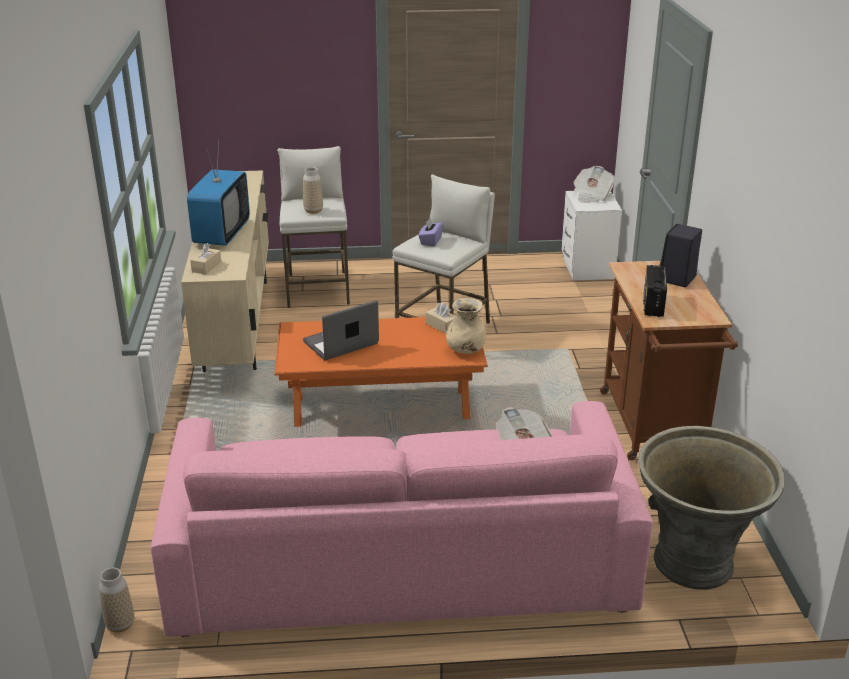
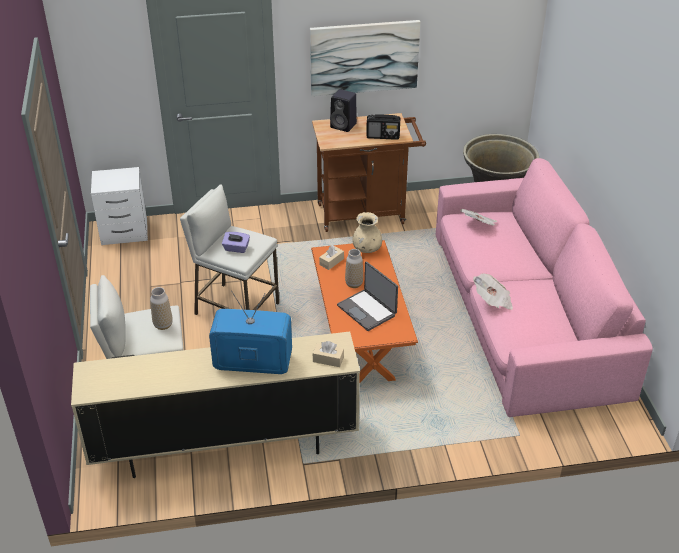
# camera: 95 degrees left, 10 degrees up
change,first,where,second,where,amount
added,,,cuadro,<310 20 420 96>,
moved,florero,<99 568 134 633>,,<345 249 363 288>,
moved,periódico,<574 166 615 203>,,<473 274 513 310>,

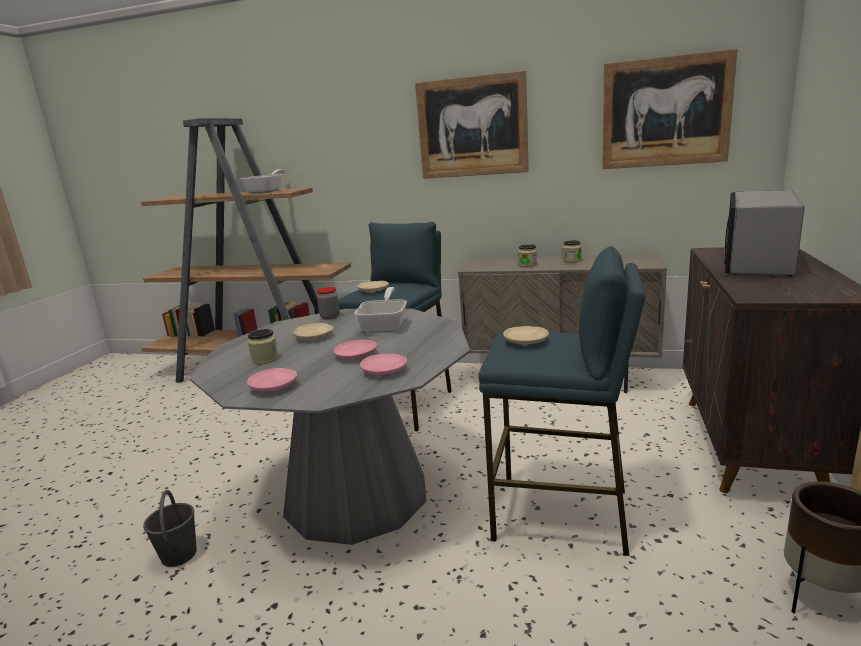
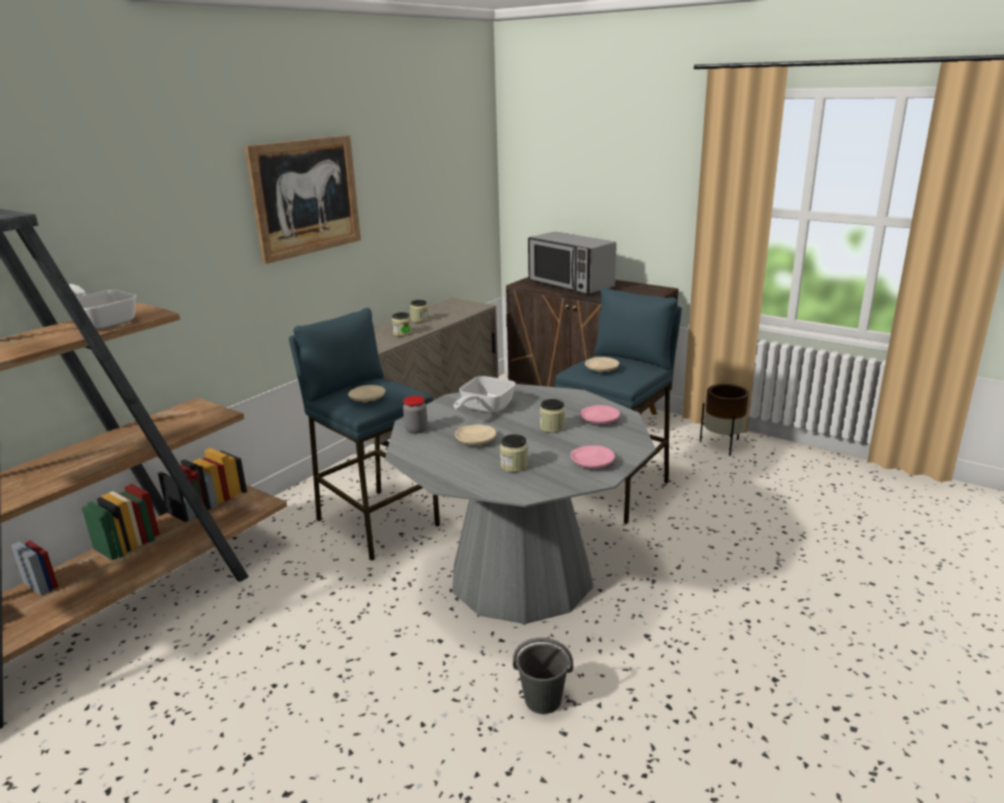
# camera: 70 degrees left, 5 degrees up
change,first,where,second,where,amount
turned,sartén,<354 287 407 333>,,<453 376 515 413>,90 degrees counterclockwise
replaced,plato/rosa,<333 340 377 360>,tarro,<540 399 565 433>,
removed,cuadro,<602 49 737 169>,,,

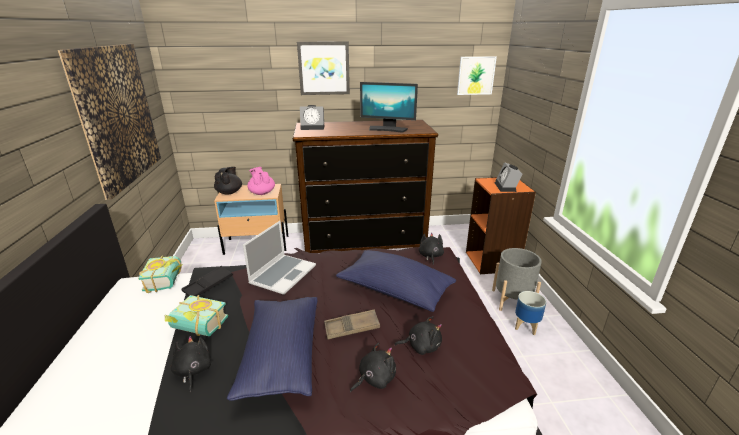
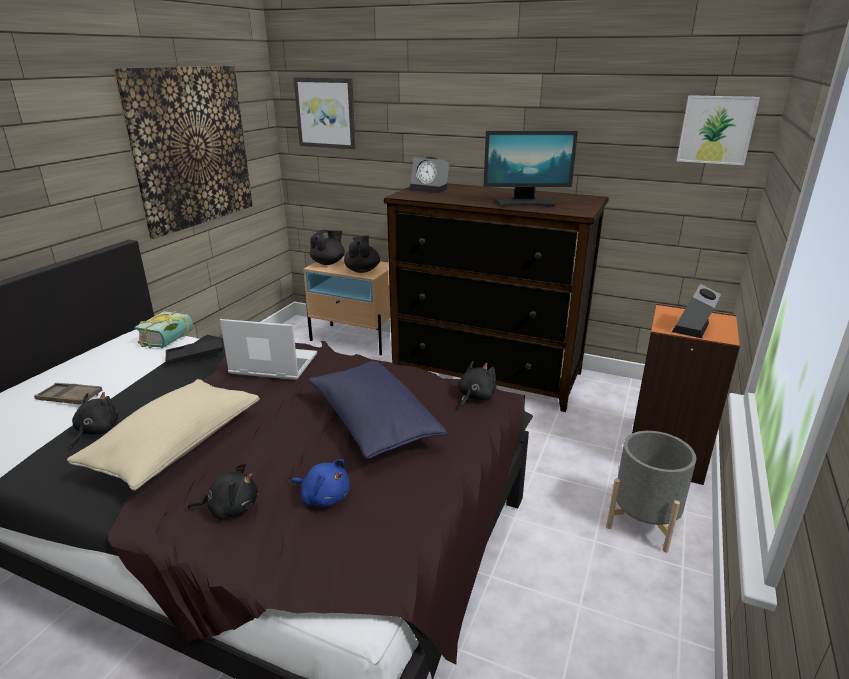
# camera: 30 degrees right, 0 degrees up
change,first,where,second,where,amount
moved,bandeja/marrón,<324 309 380 339>,,<34 383 103 404>,
recoloured,cojín/azul,<227 297 317 401>,cojín/beis,<67 379 260 491>,
turned,portátil,<243 221 316 295>,,<220 319 317 380>,135 degrees counterclockwise
recoloured,peluche/negro,<394 316 442 355>,peluche/azul,<291 459 350 507>,
moved,cuadro,<297 42 350 95>,,<293 77 356 149>,
recoloured,tetera/rosa,<247 167 275 195>,tetera/negro,<344 235 380 273>,
turned,monitor,<360 82 418 133>,,<483 131 578 207>,45 degrees counterclockwise
removed,libro,<165 295 228 336>,,,
removed,maceta,<515 291 546 335>,,,

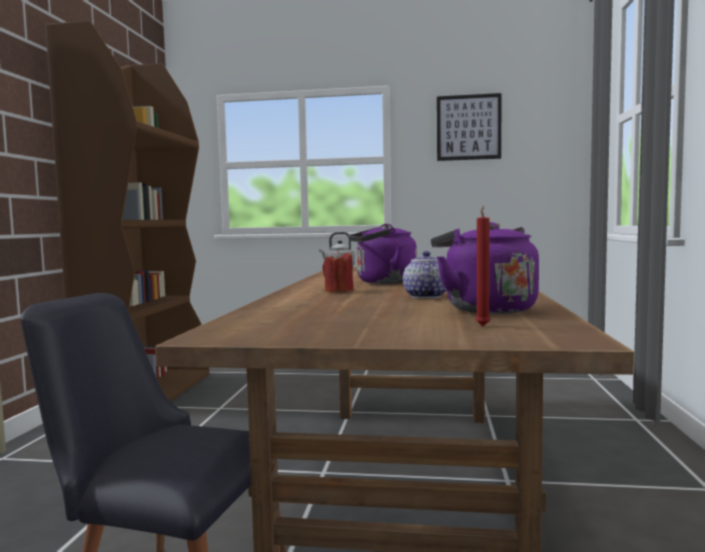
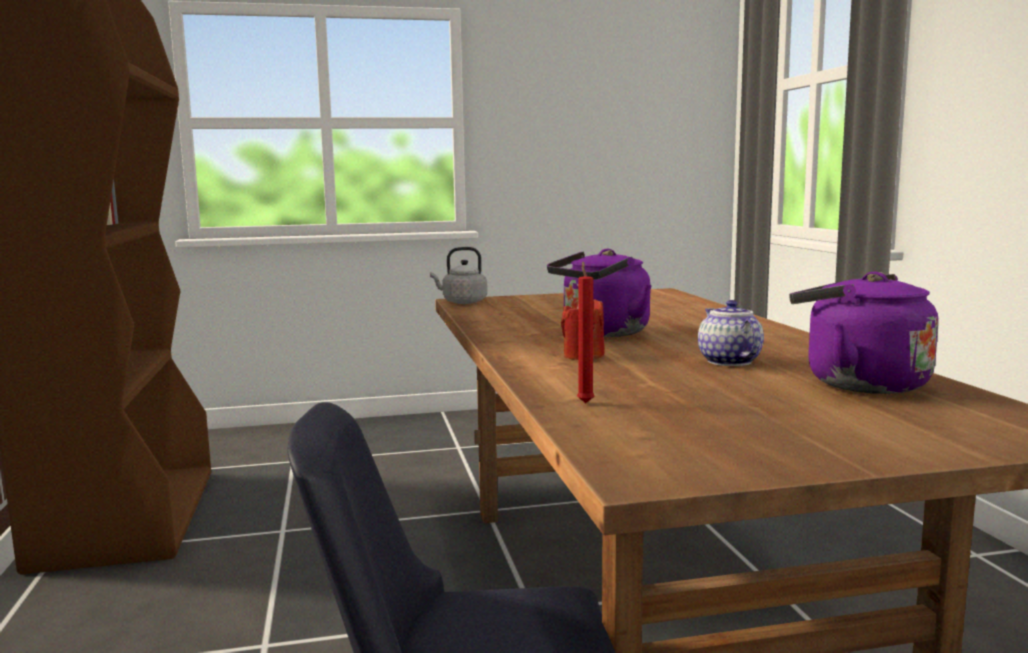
# camera: 20 degrees left, 5 degrees up
change,first,where,second,where,amount
moved,vela/rojo,<475 206 490 326>,,<577 262 594 403>,
removed,cuadro,<437 93 502 161>,,,

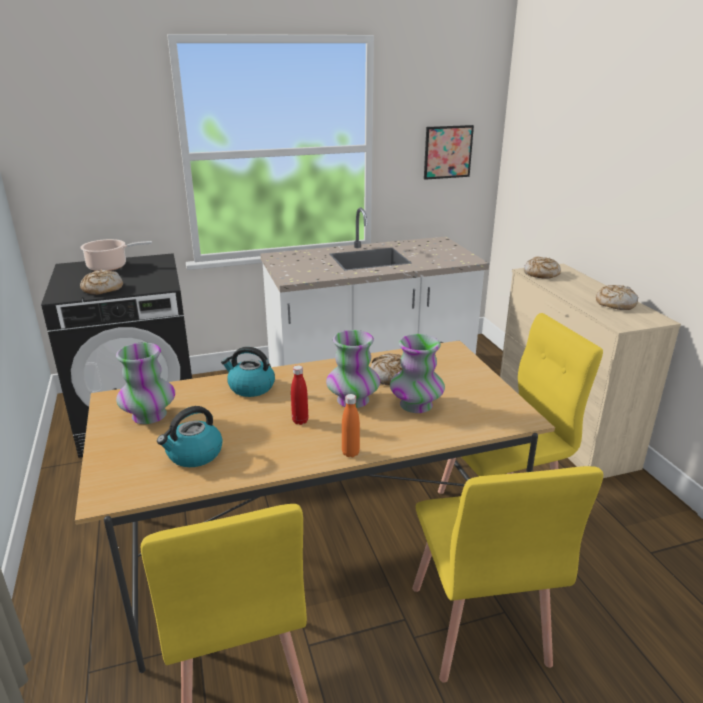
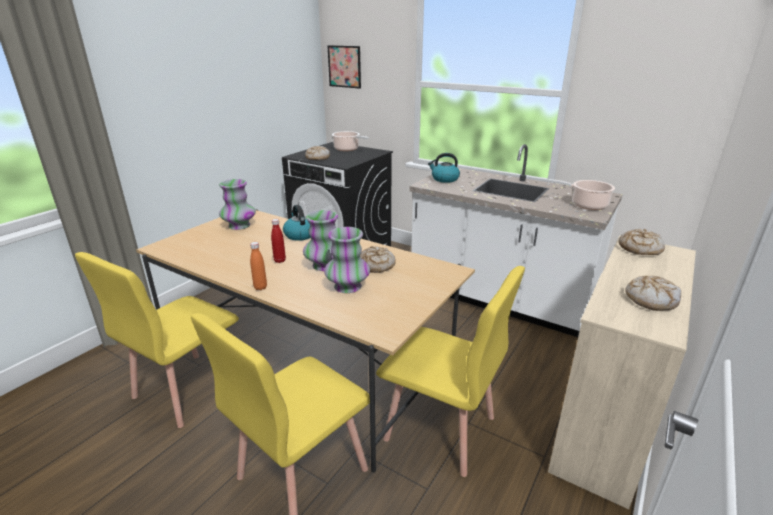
# camera: 50 degrees right, 0 degrees up
change,first,where,second,where,amount
moved,cuadro,<424 125 474 180>,,<327 45 361 89>,
moved,hervidor,<157 406 223 467>,,<428 153 460 183>,
added,,,olla,<548 179 615 210>,

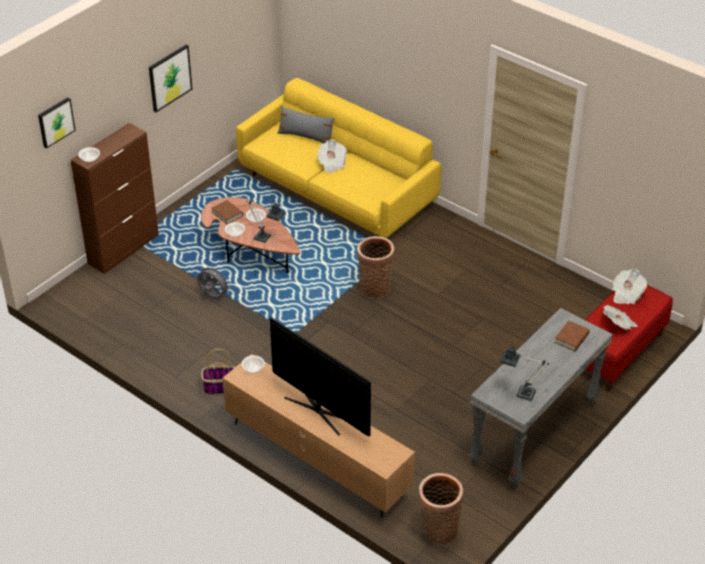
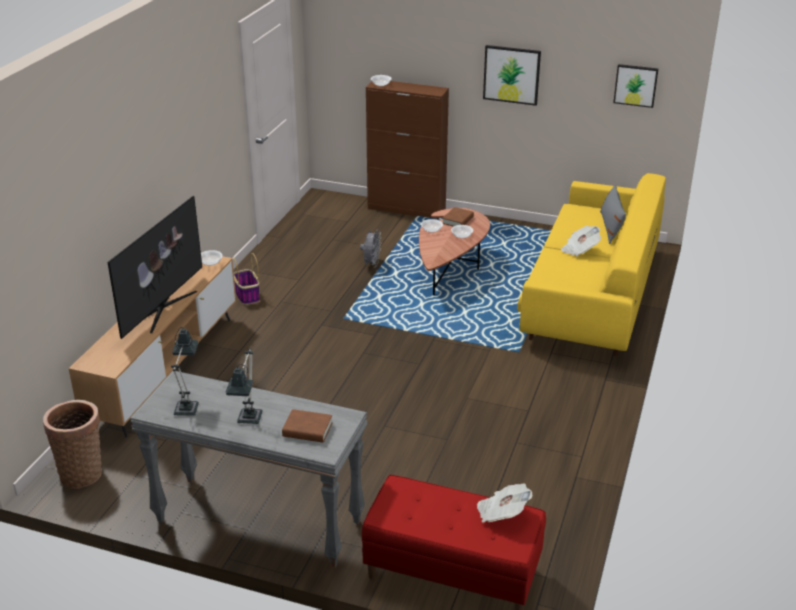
# camera: 70 degrees right, 10 degrees down
change,first,where,second,where,amount
moved,lámpara de mesa,<246 200 285 243>,,<226 349 263 424>,
moved,cuadro,<38 97 76 148>,,<613 64 658 108>,
removed,cesta,<357 236 394 298>,,,
removed,periódico,<603 305 638 330>,,,

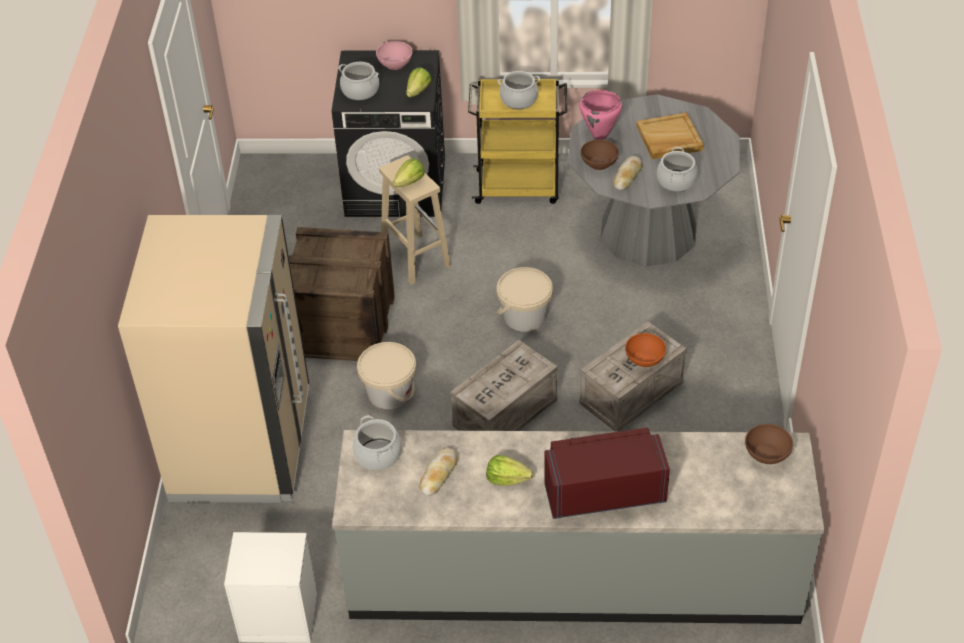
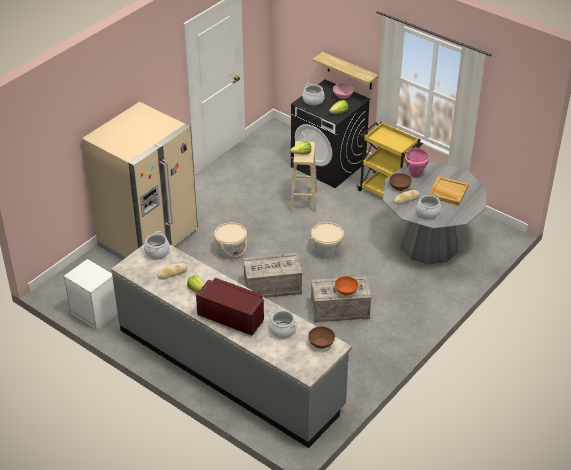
# camera: 35 degrees right, 5 degrees down
change,first,where,second,where,amount
moved,olla,<498 71 540 109>,,<269 310 297 339>,
added,,,estante,<312 52 379 89>,
removed,caja de embalaje,<289 227 395 361>,,,

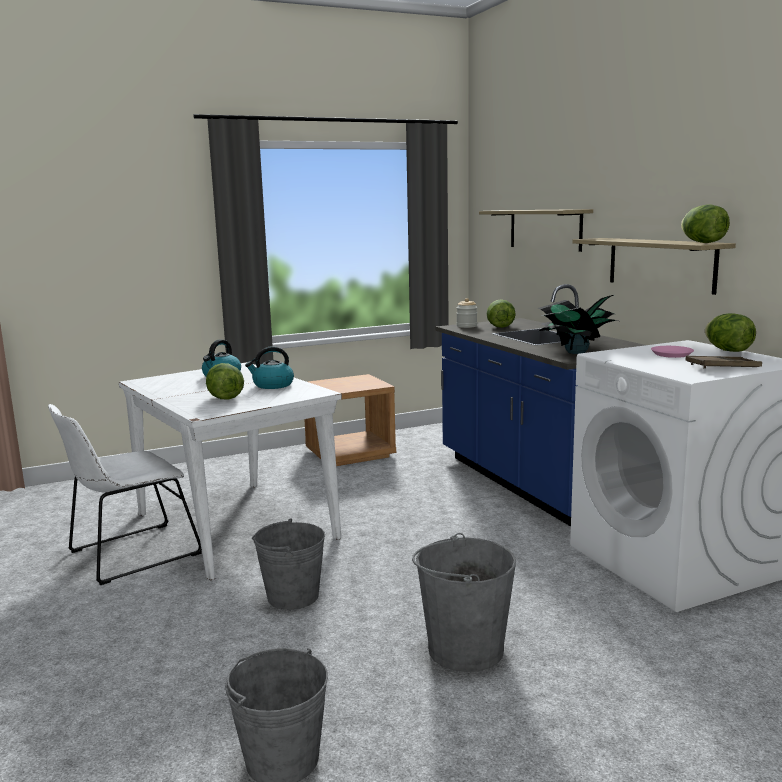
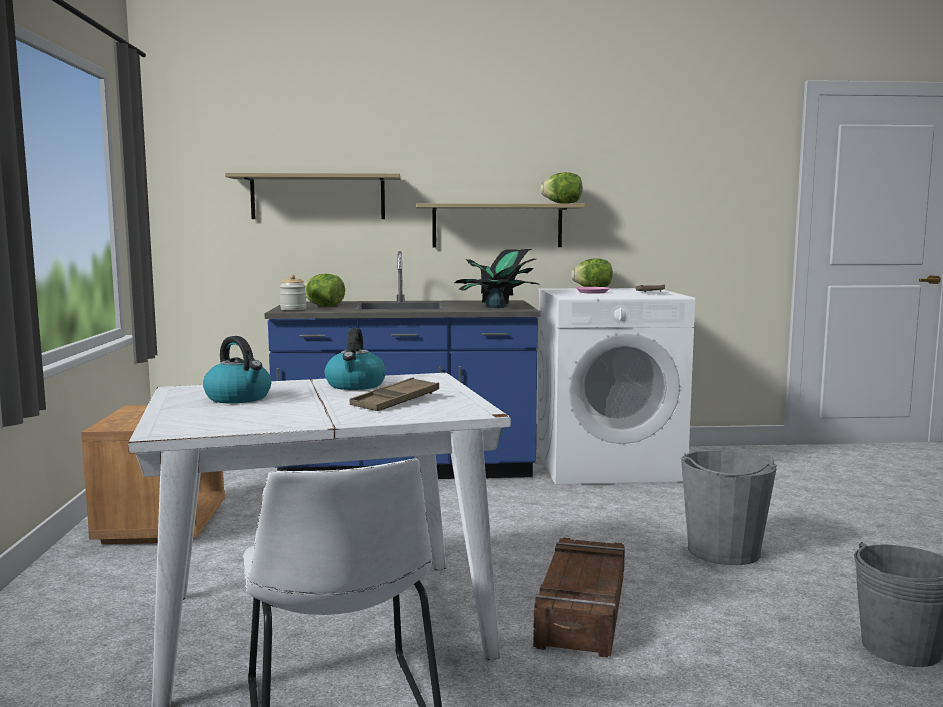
# camera: 70 degrees left, 5 degrees down
change,first,where,second,where,amount
replaced,lechuga,<206 363 244 400>,bandeja/marrón,<350 377 439 411>,
replaced,cubo/gris,<252 518 325 610>,caja de embalaje,<533 538 625 658>,

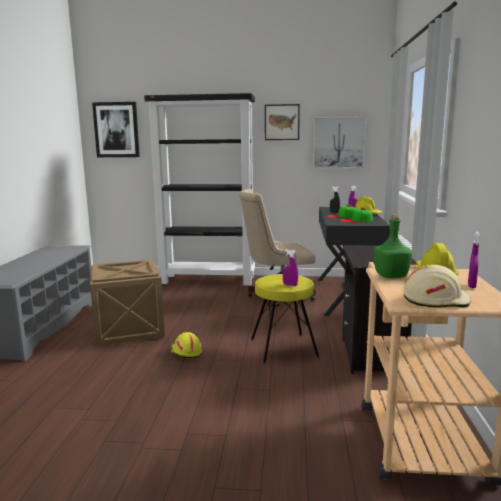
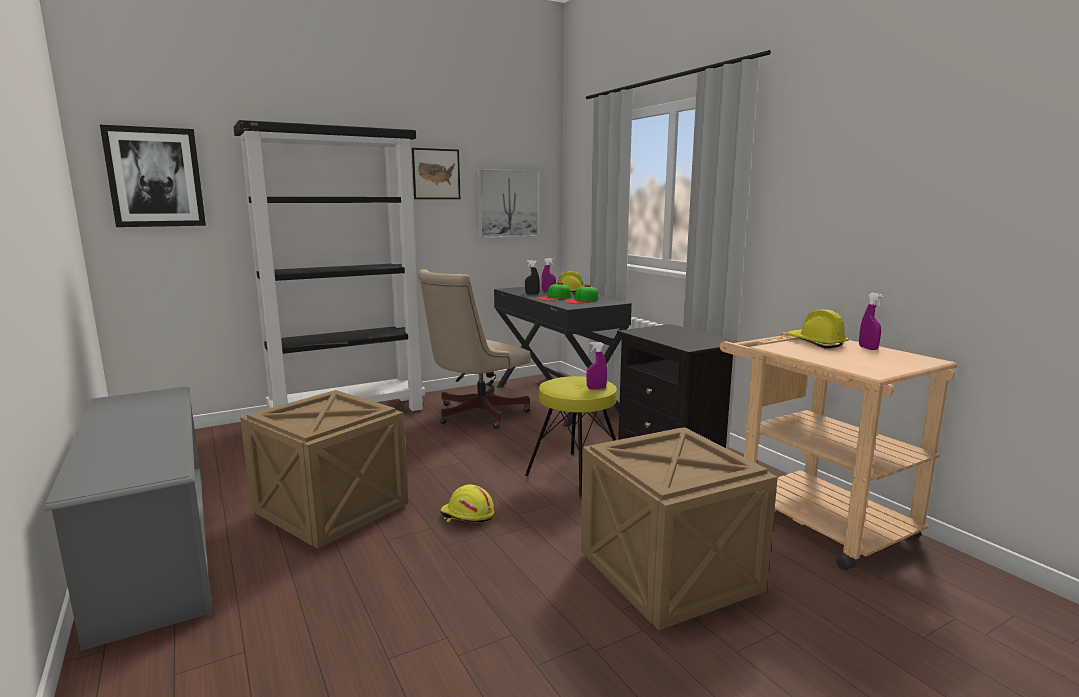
# camera: 35 degrees left, 0 degrees up
change,first,where,second,where,amount
added,,,caja de embalaje,<581 427 778 630>,
removed,botella/verde,<374 214 412 278>,,,
removed,casco/beis,<403 265 471 308>,,,

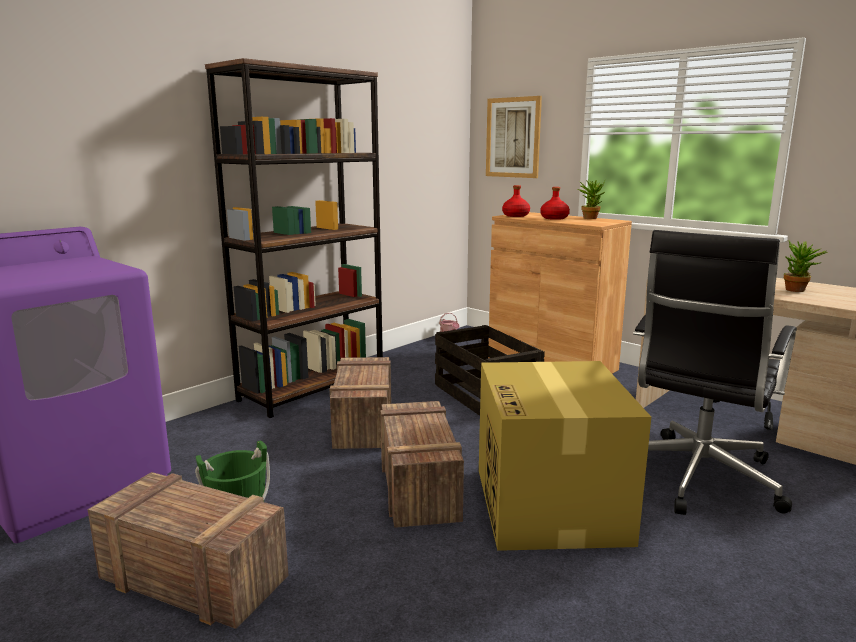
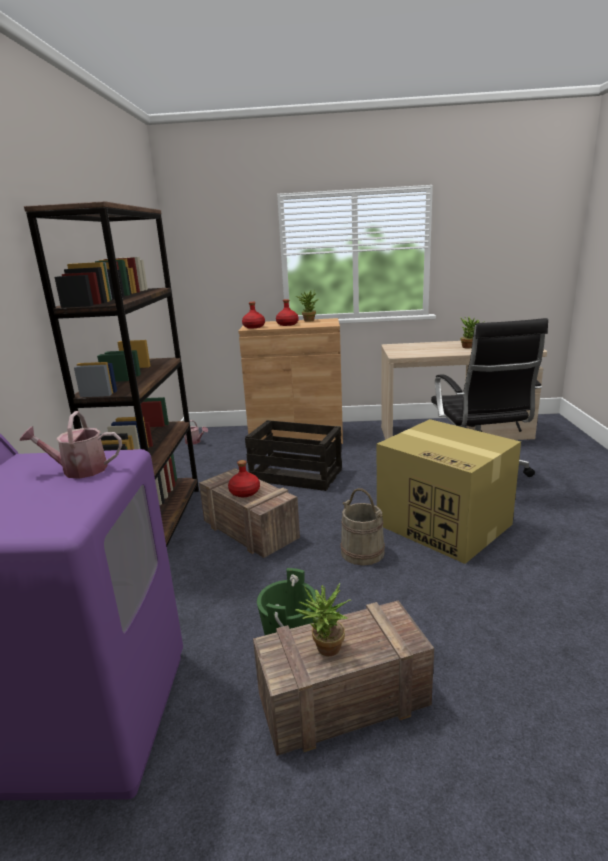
# camera: 40 degrees left, 5 degrees up
change,first,where,second,where,amount
added,,,regadera,<19 411 122 479>,
added,,,botella/rojo,<228 460 260 497>,
added,,,planta en maceta,<295 583 351 656>,
replaced,caja de embalaje,<381 401 464 528>,cubo/beis,<340 488 385 566>,
removed,cuadro,<486 96 542 178>,,,

